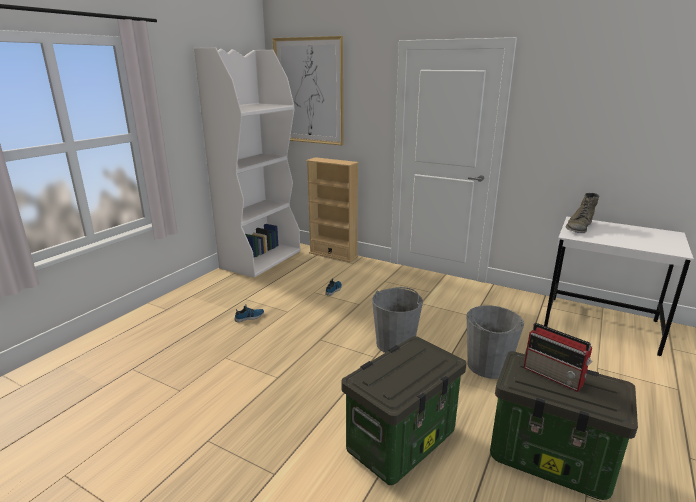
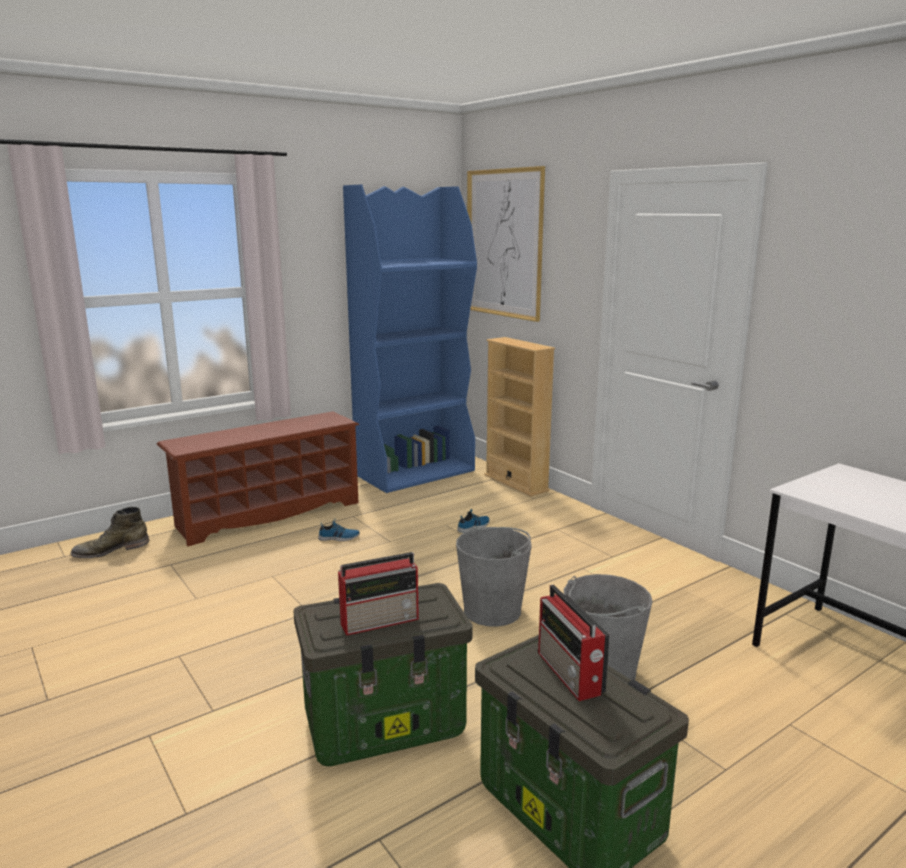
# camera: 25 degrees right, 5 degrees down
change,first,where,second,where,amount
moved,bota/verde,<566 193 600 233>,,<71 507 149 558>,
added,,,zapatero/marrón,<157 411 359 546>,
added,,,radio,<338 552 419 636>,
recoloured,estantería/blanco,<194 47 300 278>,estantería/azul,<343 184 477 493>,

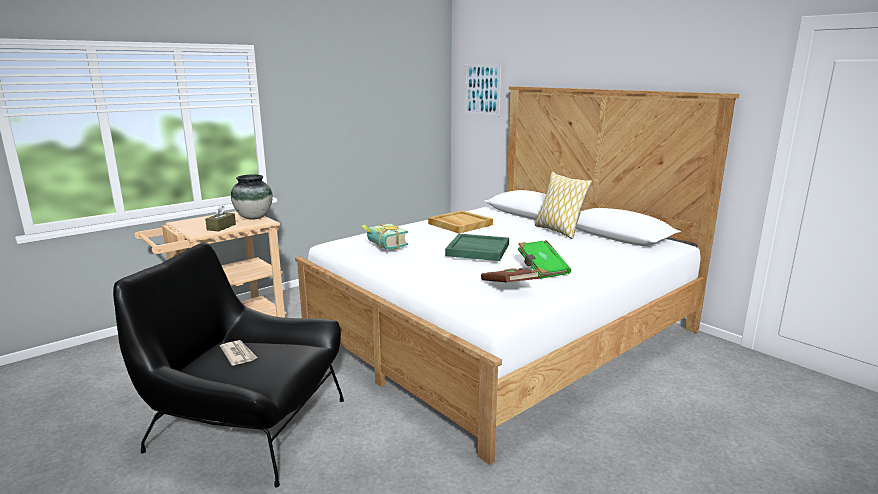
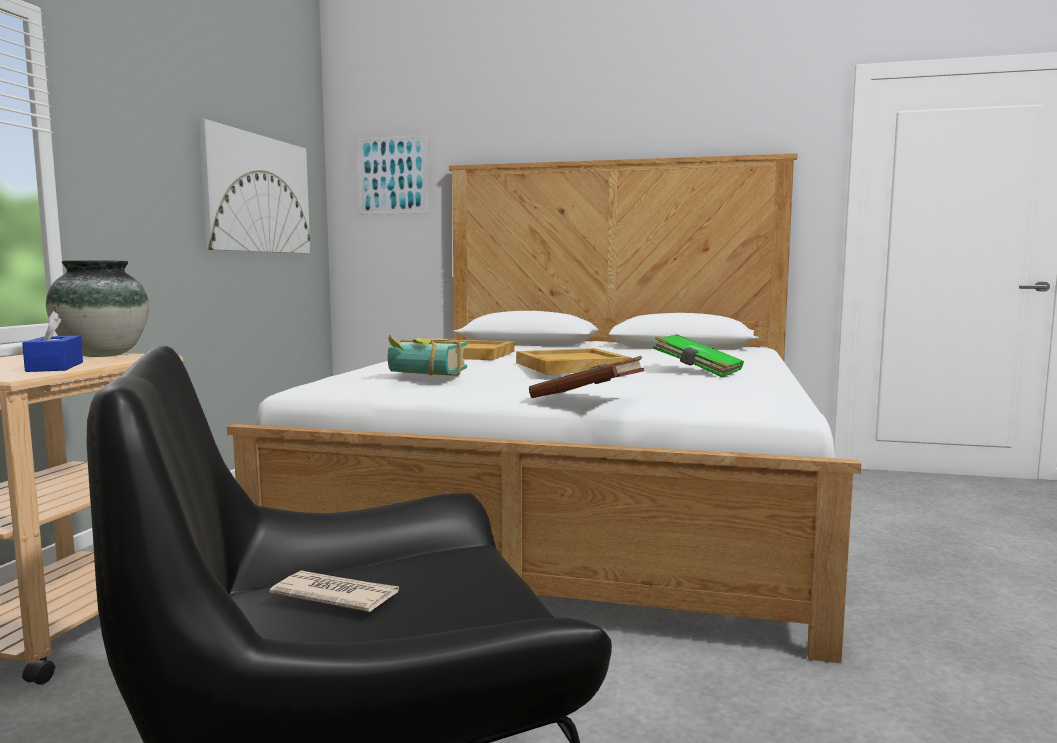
# camera: 35 degrees left, 10 degrees down
change,first,where,second,where,amount
recoloured,caja de pañuelos/marrón,<205 205 236 231>,caja de pañuelos/azul,<22 311 83 372>,
added,,,cuadro,<198 119 310 253>,
recoloured,bandeja/verde,<445 234 509 261>,bandeja/beis,<516 348 632 375>,
moved,libro/marrón,<481 268 540 283>,,<529 356 644 398>,
removed,cojín,<535 172 592 239>,,,

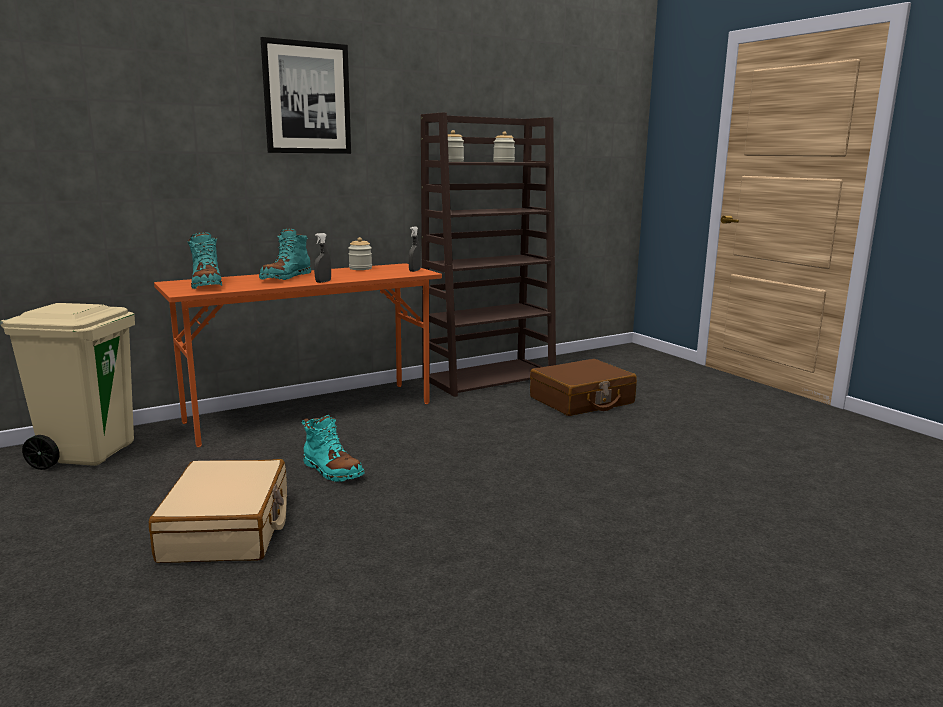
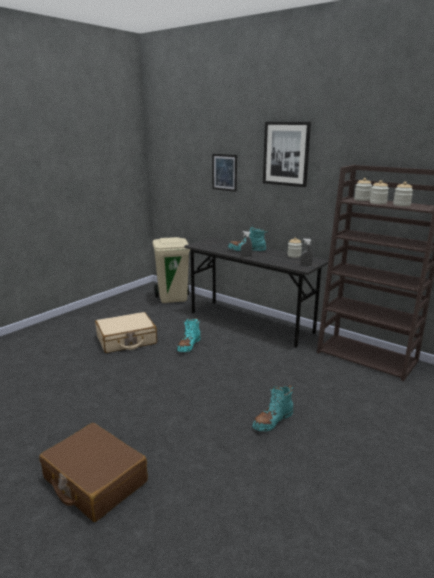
# camera: 70 degrees right, 5 degrees up
change,first,where,second,where,amount
moved,maleta/marrón,<530 359 637 416>,,<39 423 148 522>,
recoloured,escritorio/naranja,<154 263 442 447>,escritorio/gris,<184 237 329 348>,
added,,,cuadro,<212 154 237 192>,
moved,bota/turquesa,<187 232 222 289>,,<252 385 294 431>,
added,,,tarro,<370 180 389 204>,

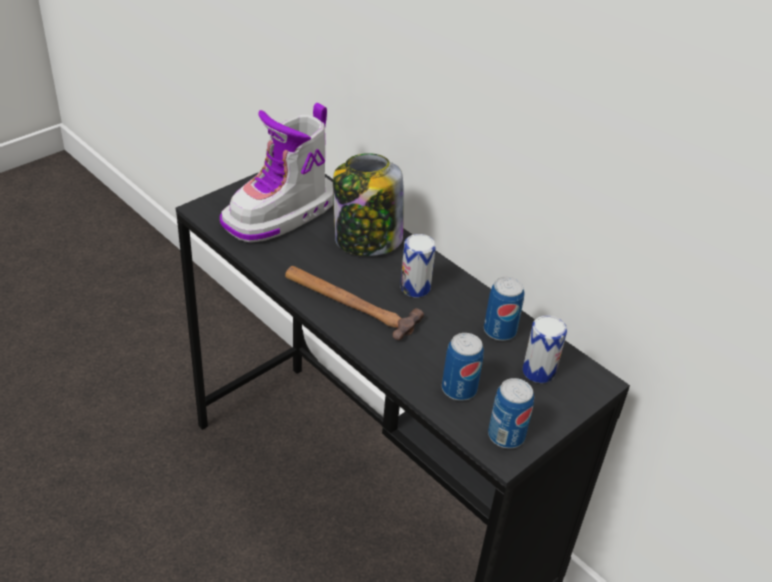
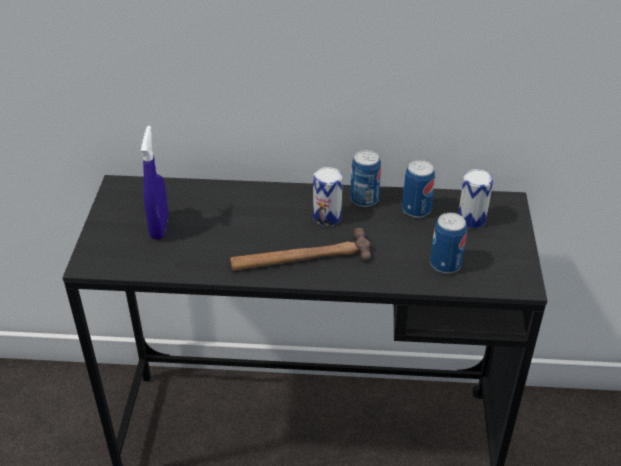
# camera: 40 degrees left, 0 degrees up
change,first,where,second,where,amount
replaced,bota,<220 103 333 243>,pulverizador/azul,<141 126 168 240>,
moved,lata,<488 378 534 449>,,<350 150 381 207>,
removed,tarro,<333 153 404 256>,,,

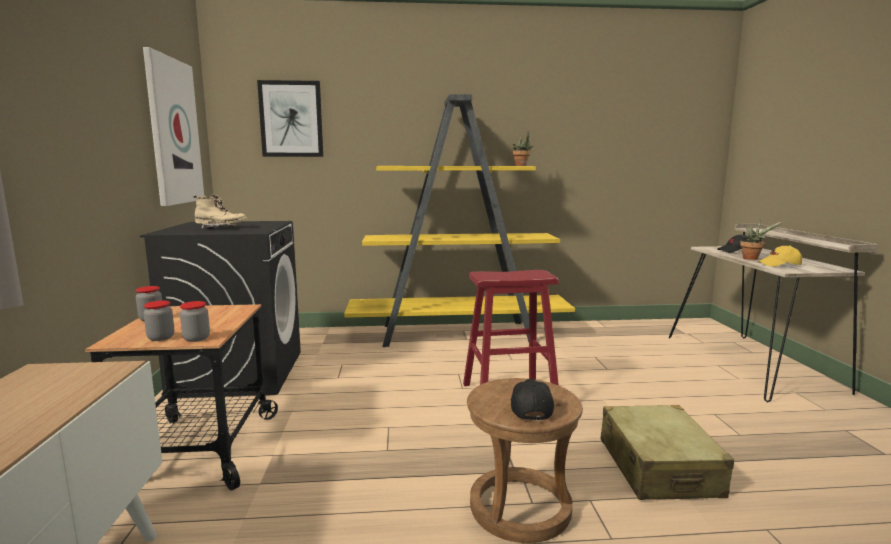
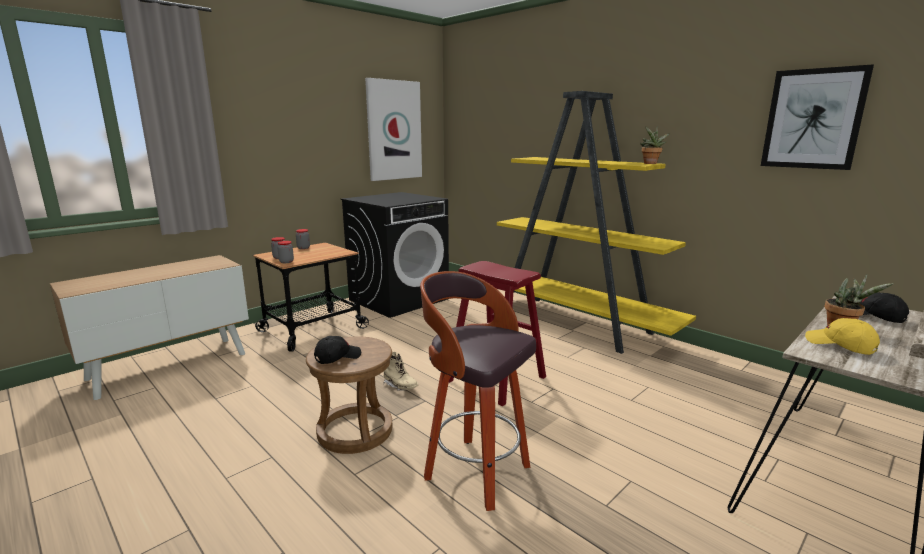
# camera: 50 degrees right, 5 degrees up
change,first,where,second,where,amount
moved,bota/beis,<193 195 248 229>,,<383 352 419 391>,
replaced,maleta/beis,<601 405 734 500>,taburete,<420 271 536 511>,
moved,cuadro,<257 80 323 157>,,<761 64 874 170>,

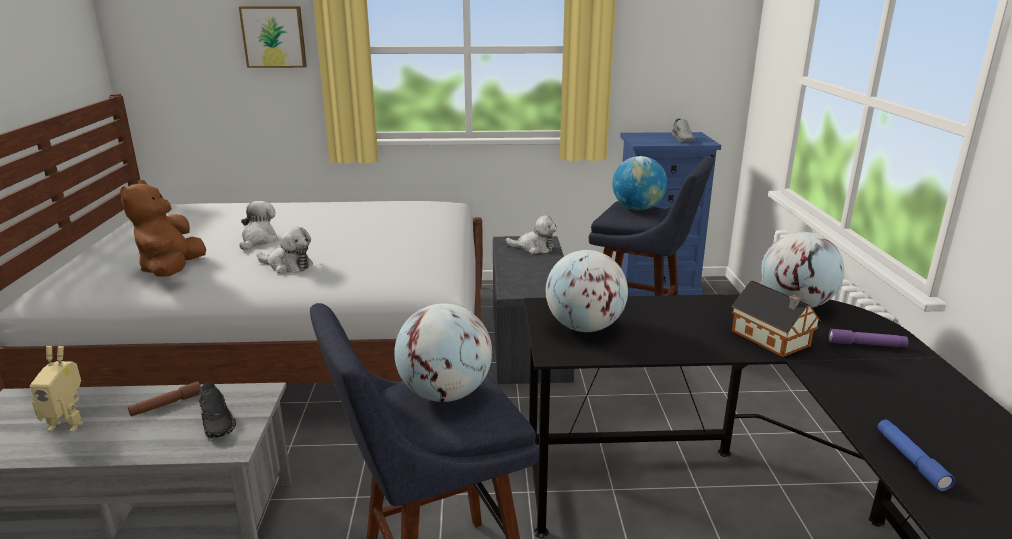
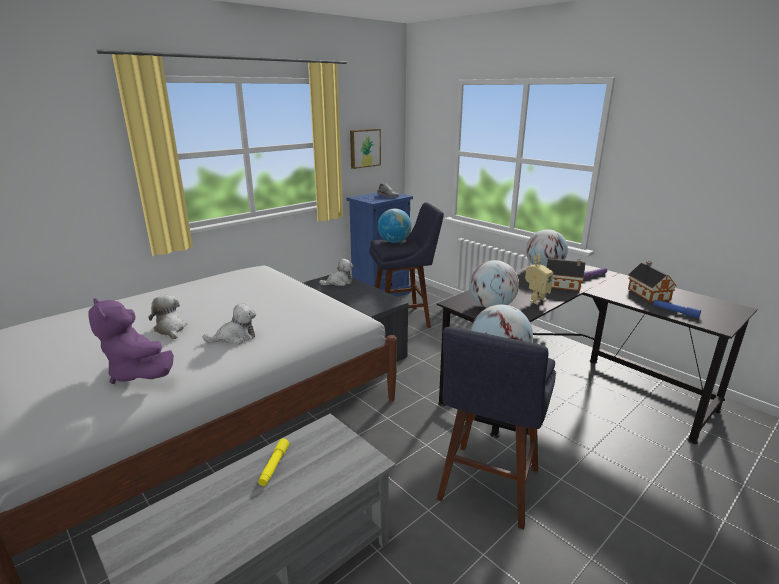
# camera: 40 degrees left, 0 degrees up
change,first,where,second,where,amount
recoloured,peluche/marrón,<120 180 206 277>,peluche/morado,<89 298 174 384>,
recoloured,linterna/marrón,<128 381 201 416>,linterna/amarillo,<258 438 289 486>,
moved,cuadro,<239 6 307 68>,,<350 129 381 169>,
moved,robot de juguete,<29 346 83 432>,,<525 254 553 305>,
added,,,casita,<628 261 676 302>,
removed,zapato/negro,<198 383 236 439>,,,

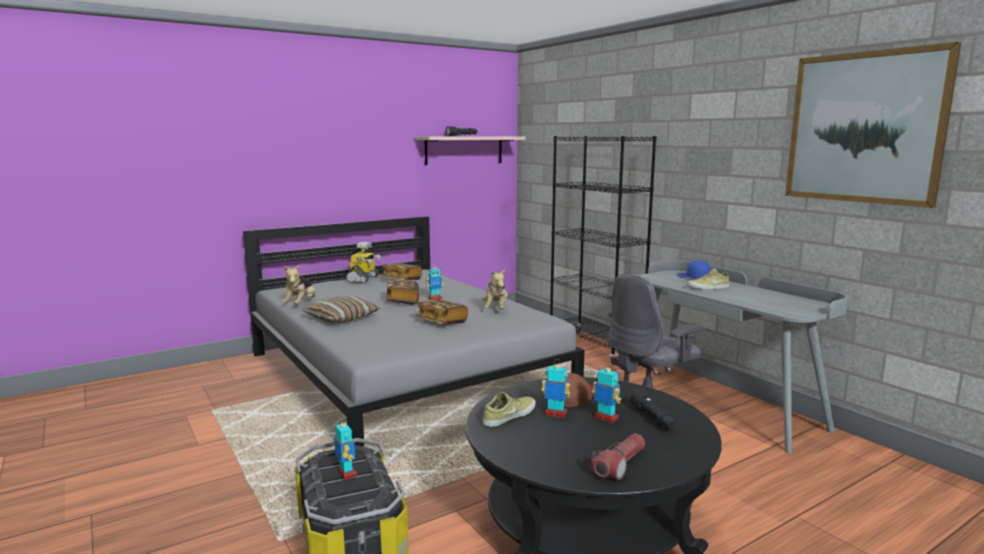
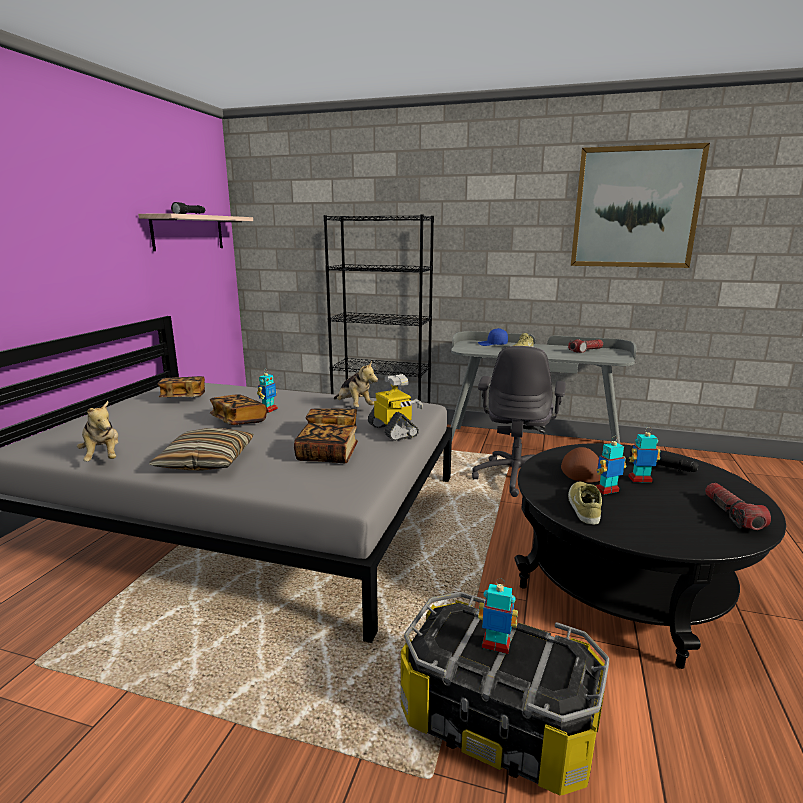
# camera: 40 degrees left, 5 degrees up
change,first,where,second,where,amount
added,,,libro,<294 423 358 463>,
moved,robot de juguete,<346 242 381 283>,,<368 374 423 441>,
added,,,linterna,<568 339 603 353>,

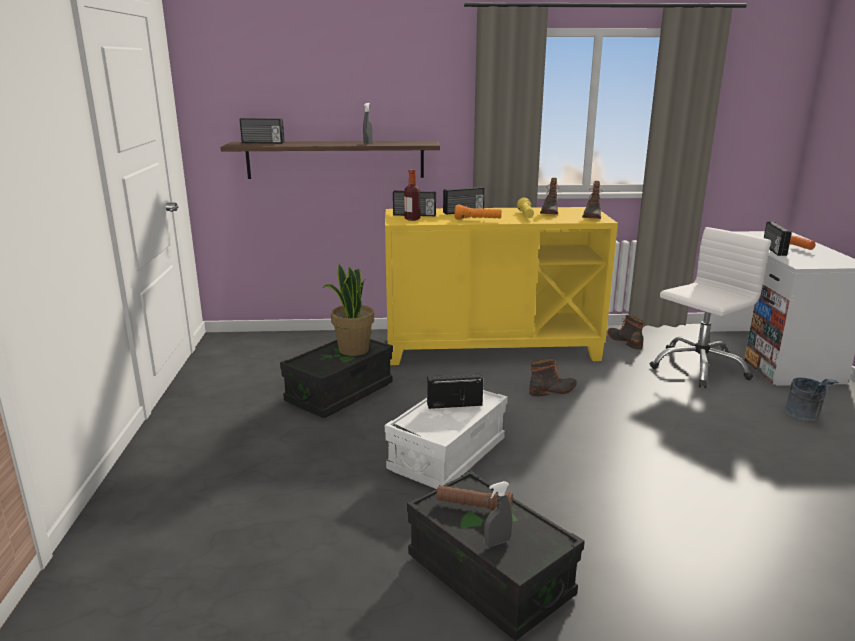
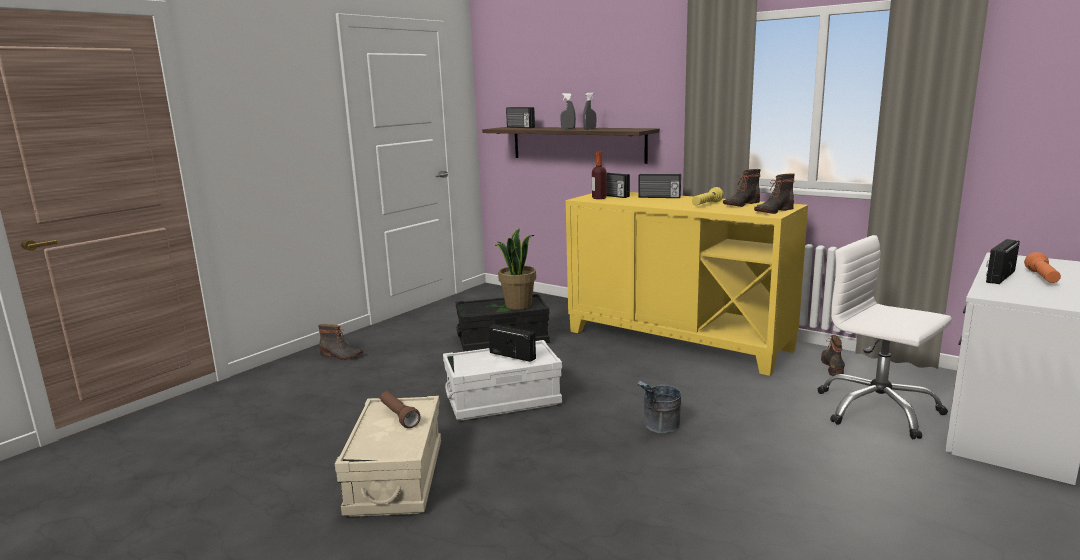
# camera: 40 degrees right, 5 degrees down
change,first,where,second,where,amount
moved,bota,<529 359 577 397>,,<318 324 363 360>,
recoloured,caja de almacenaje/negro,<407 471 585 641>,caja de almacenaje/beis,<335 396 441 517>,
moved,pulverizador/gris,<484 481 512 546>,,<560 93 576 129>,
moved,cubo/gris,<785 377 838 421>,,<637 381 681 433>,
turned,silla de oficina/blanco,<650 227 771 388>,,<818 235 952 439>,135 degrees counterclockwise
removed,linterna/naranja,<454 205 502 220>,,,

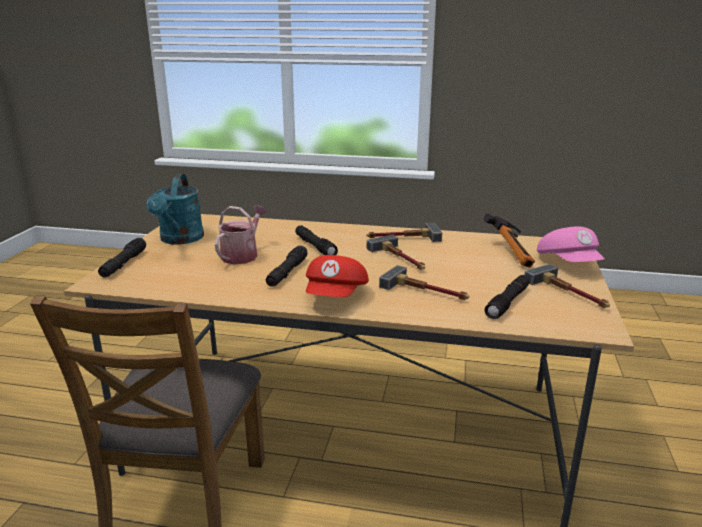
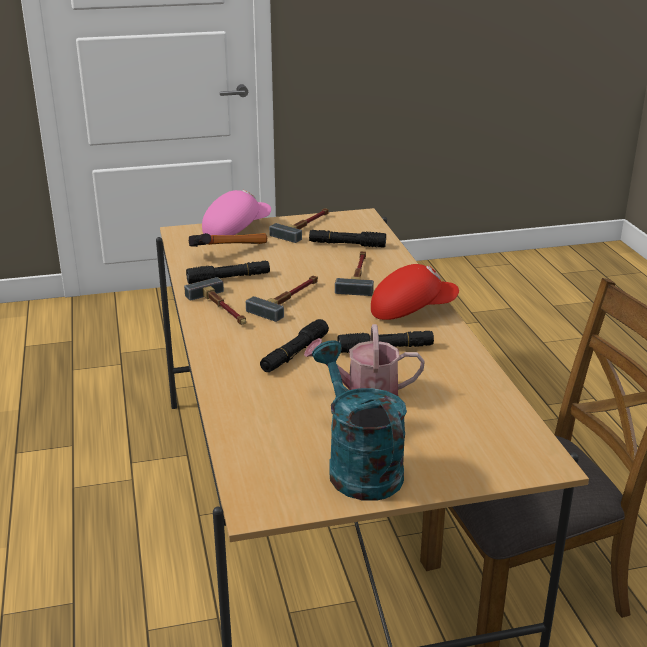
# camera: 115 degrees left, 5 degrees up
change,first,where,second,where,amount
moved,linterna/negro,<98 238 146 278>,,<186 261 270 284>,
turned,regadera/turquesa,<146 174 204 245>,,<312 340 407 500>,90 degrees counterclockwise

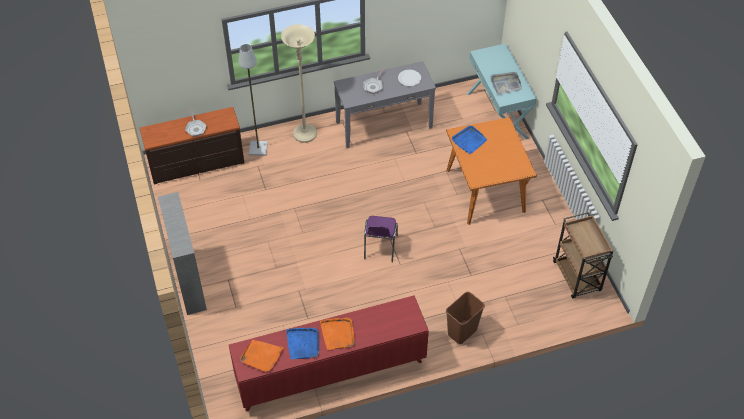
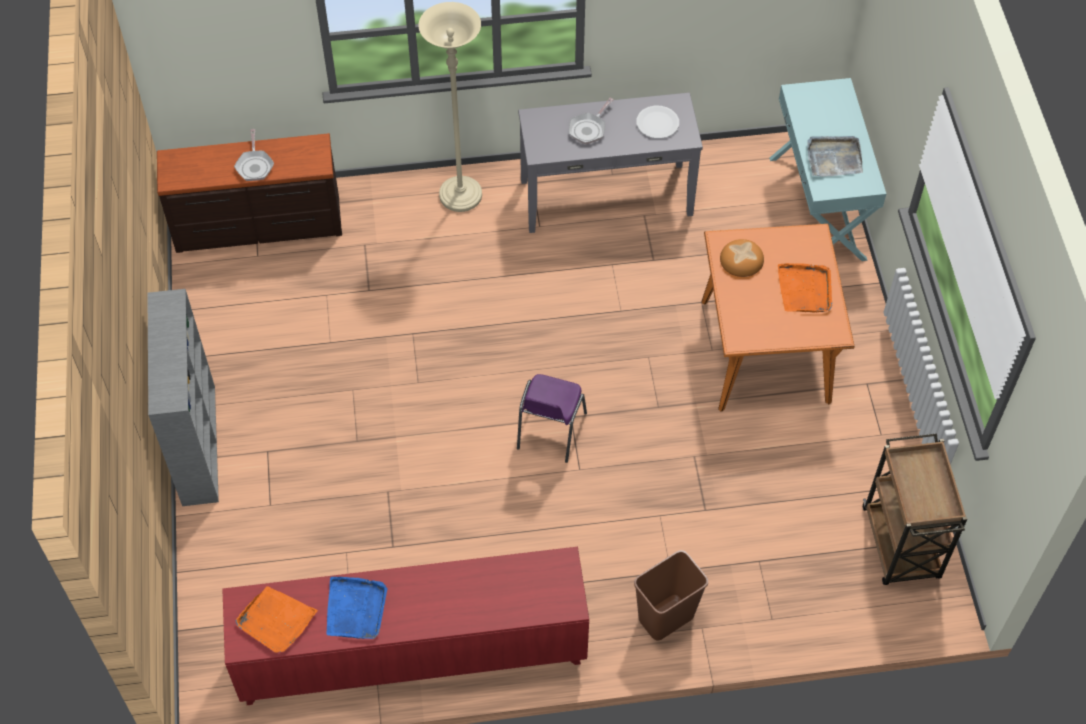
# camera: 10 degrees right, 5 degrees up
change,first,where,second,where,amount
replaced,bandeja/azul,<452 126 487 154>,pan,<720 239 764 277>,
moved,bandeja/naranja,<320 318 355 350>,,<778 263 832 312>,
removed,lámpara de pie/gris,<238 44 268 156>,,,

